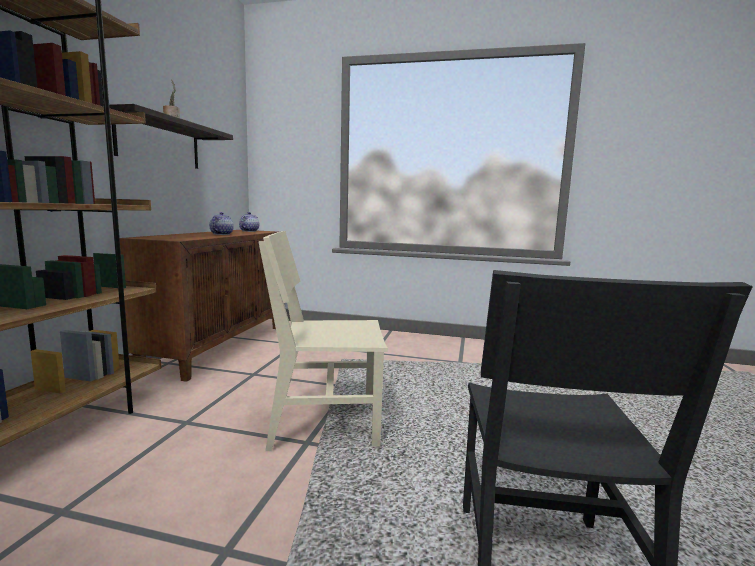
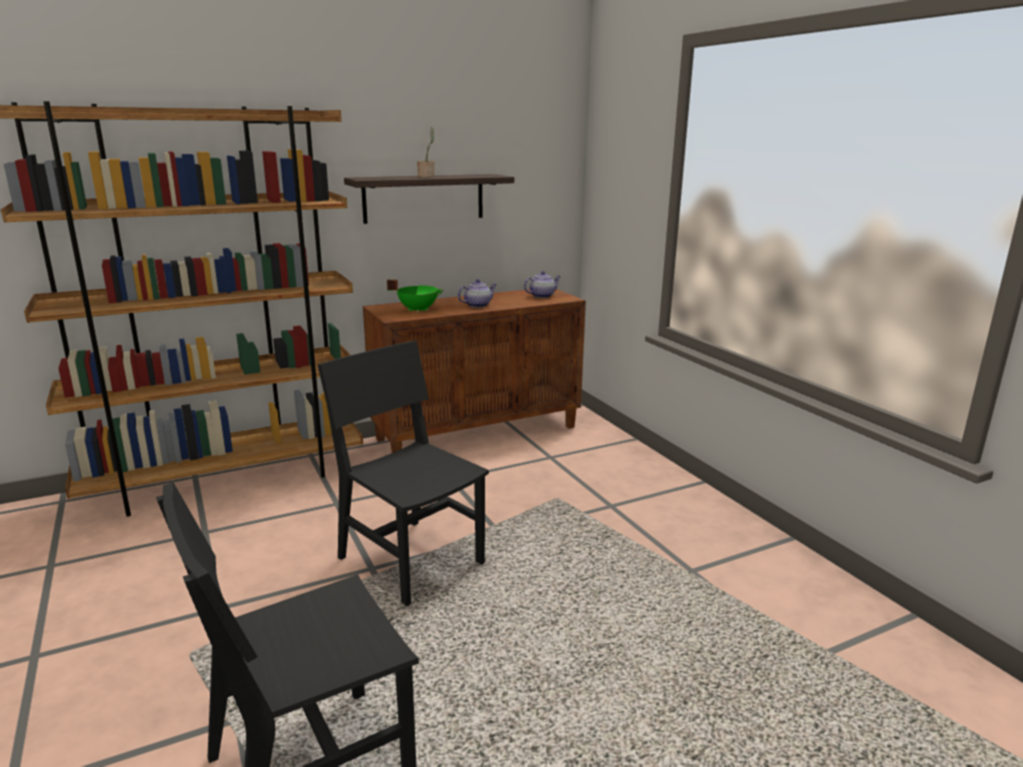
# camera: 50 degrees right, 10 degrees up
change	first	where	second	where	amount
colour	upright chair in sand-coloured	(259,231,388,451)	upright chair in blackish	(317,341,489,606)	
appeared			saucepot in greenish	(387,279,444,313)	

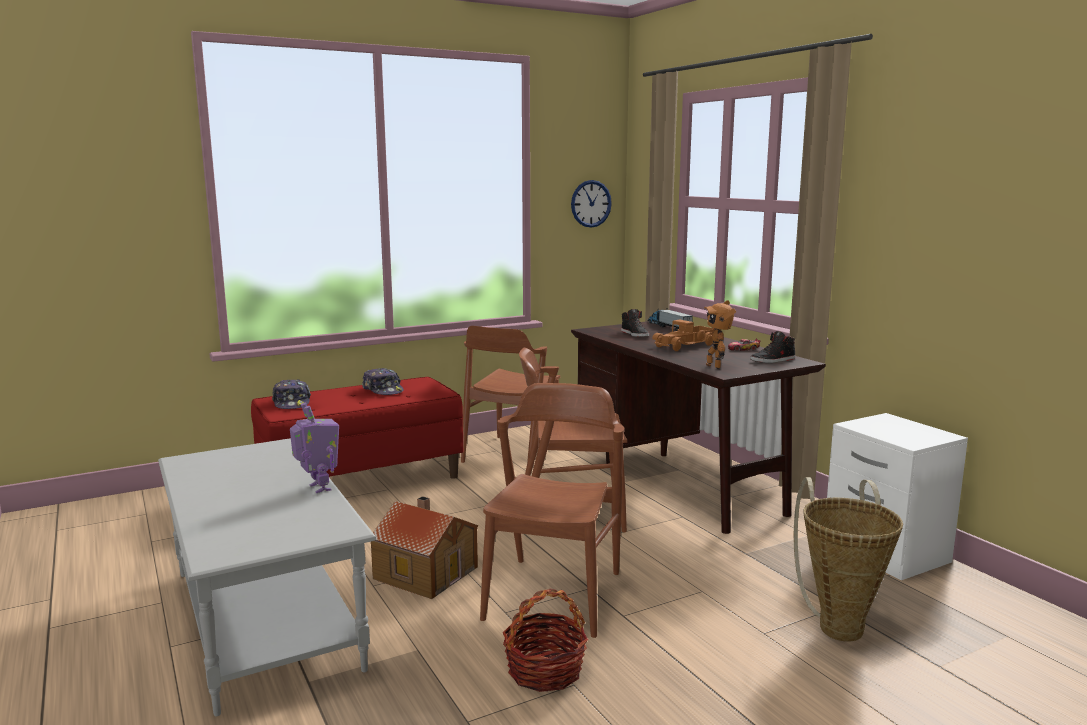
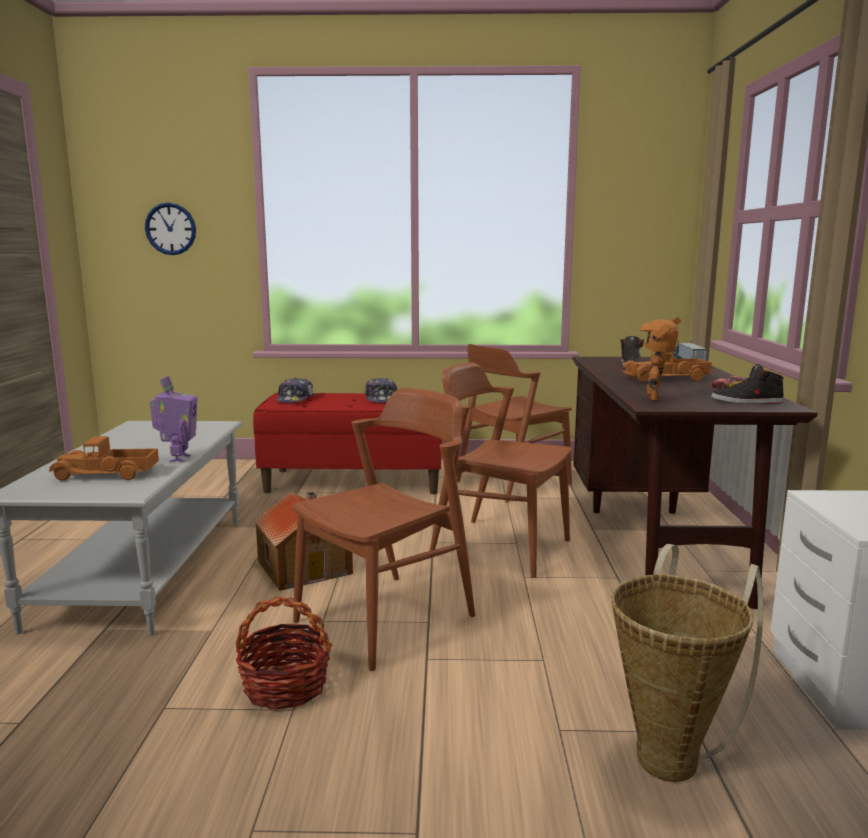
# camera: 30 degrees right, 0 degrees up
change	first	where	second	where	amount
relocated	hanging clock	(571,180,612,228)		(145,202,196,255)	
appeared			model truck	(49,436,159,480)	

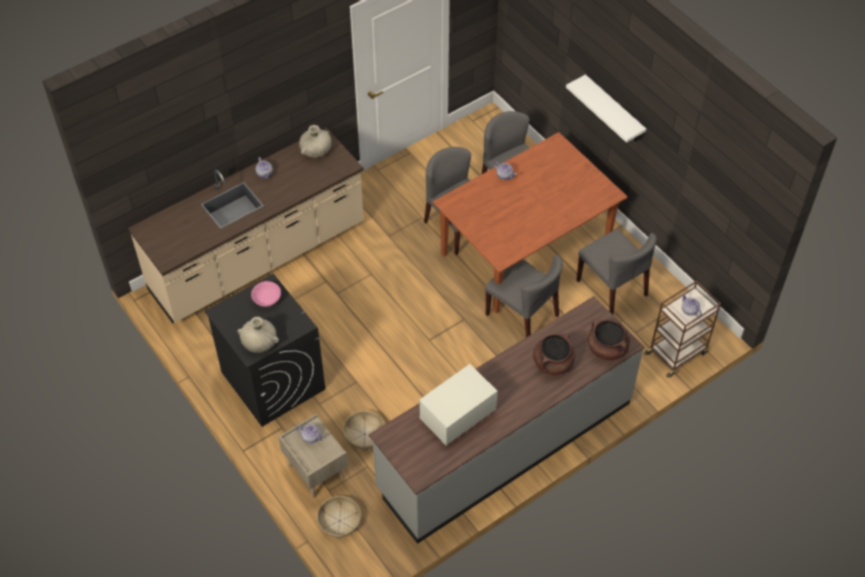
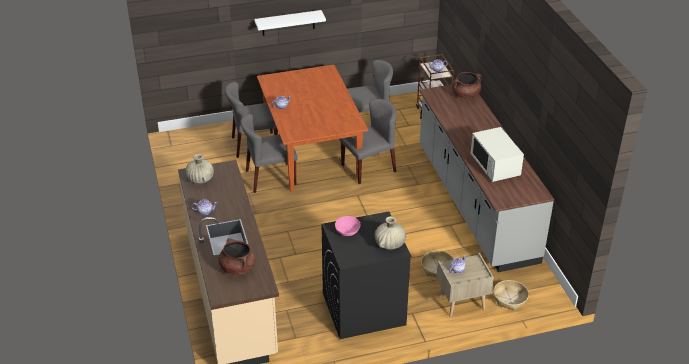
# camera: 70 degrees left, 15 degrees down
change	first	where	second	where	amount
relocated	saucepot in brown	(533,333,575,375)		(219,238,255,275)	

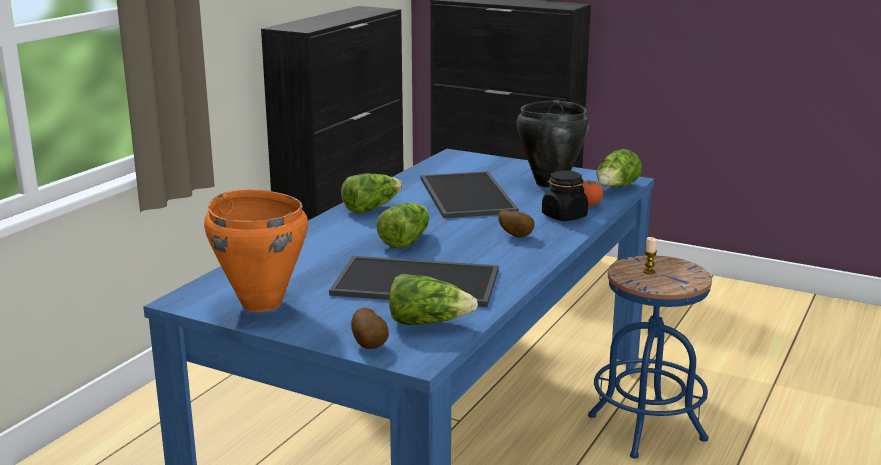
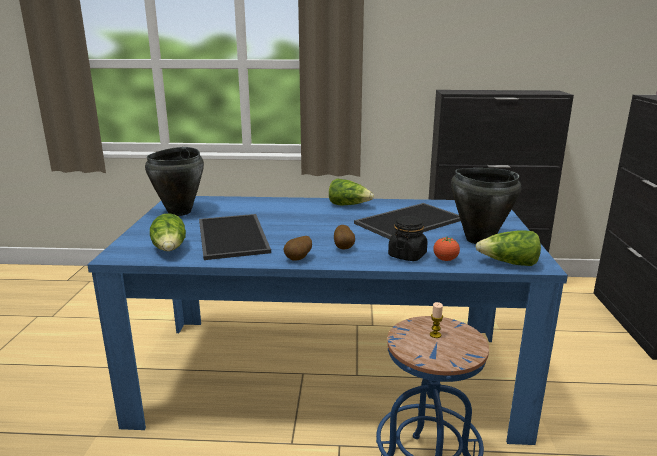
# camera: 65 degrees right, 0 degrees up
change	first	where	second	where	amount
colour	saucepot in orangey	(204,189,308,312)	saucepot in blackish	(145,147,204,216)	
missing	lettuce head	(376,203,429,249)			
relocated	whole potato	(351,308,389,349)		(284,236,312,261)	

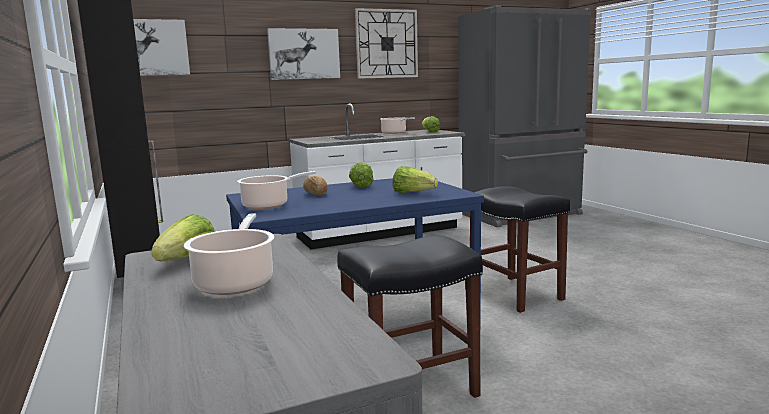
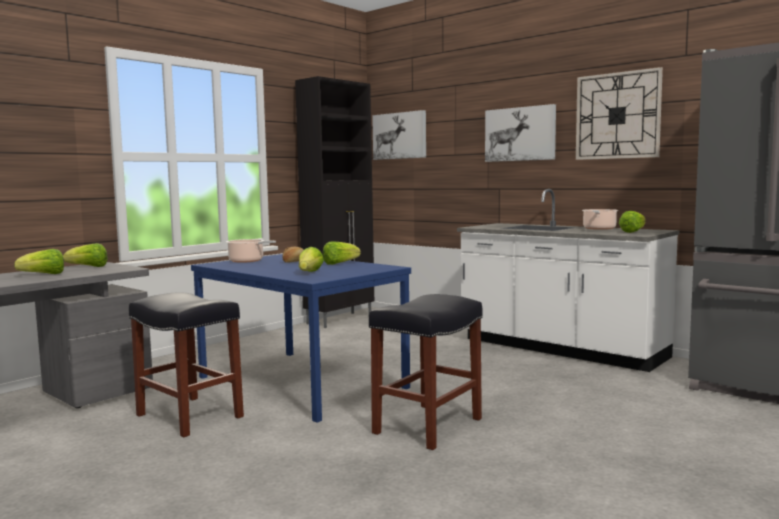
# camera: 65 degrees right, 5 degrees down
change	first	where	second	where	amount
exchanged	saucepot	(184,213,274,295)	lettuce head	(14,249,64,274)	

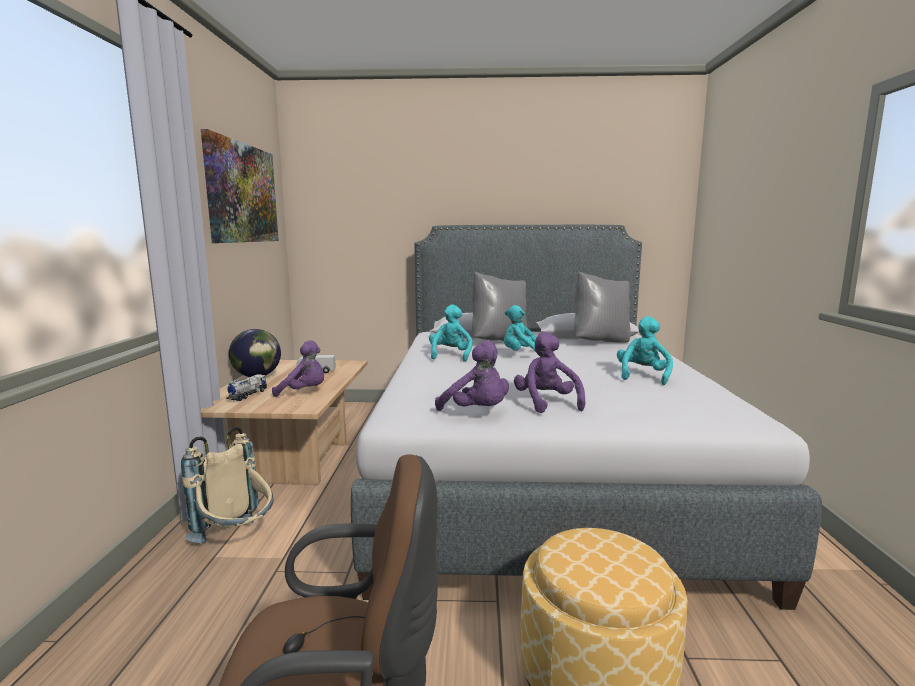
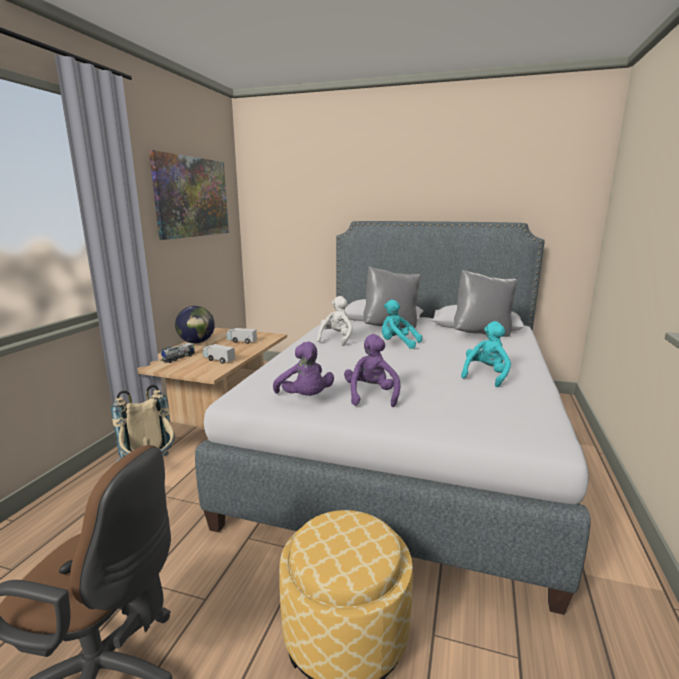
# camera: 15 degrees right, 5 degrees up
change	first	where	second	where	amount
colour	plush toy in blue-green	(429,305,472,362)	plush toy in white-coloured	(317,296,353,346)	
exchanged	plush toy in purple-coloured	(272,340,324,397)	model truck	(203,344,235,364)	

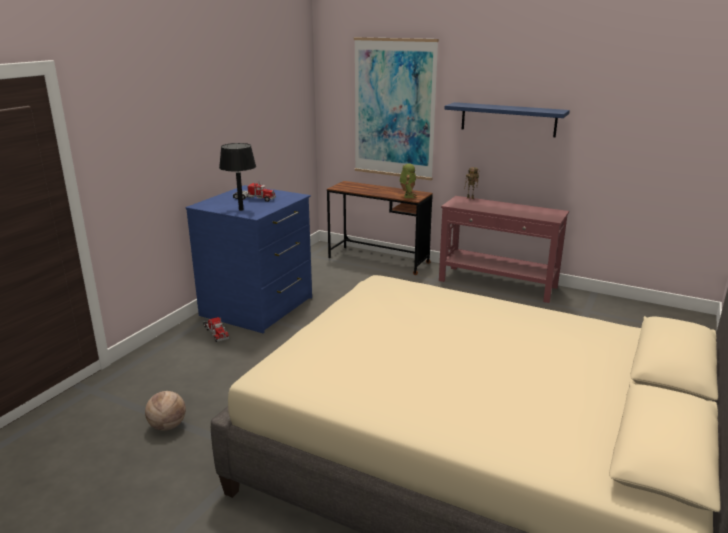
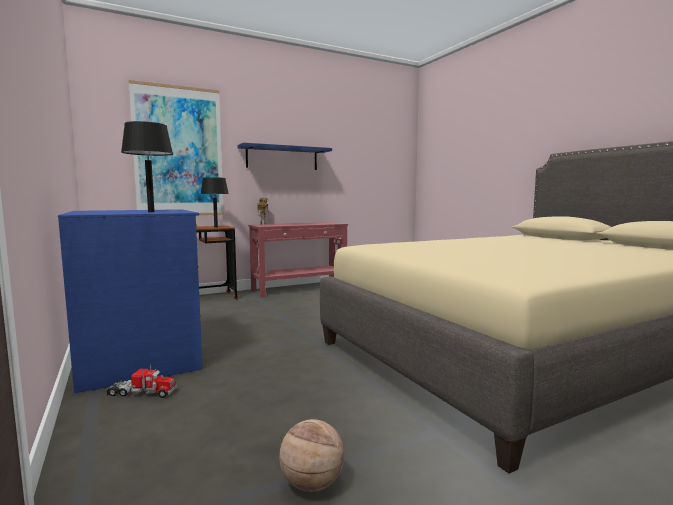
# camera: 55 degrees left, 15 degrees down
change	first	where	second	where	amount
exchanged	model robot	(400,163,417,198)	tabletop lamp in blackish	(201,177,229,227)	
missing	model truck	(233,182,276,202)			

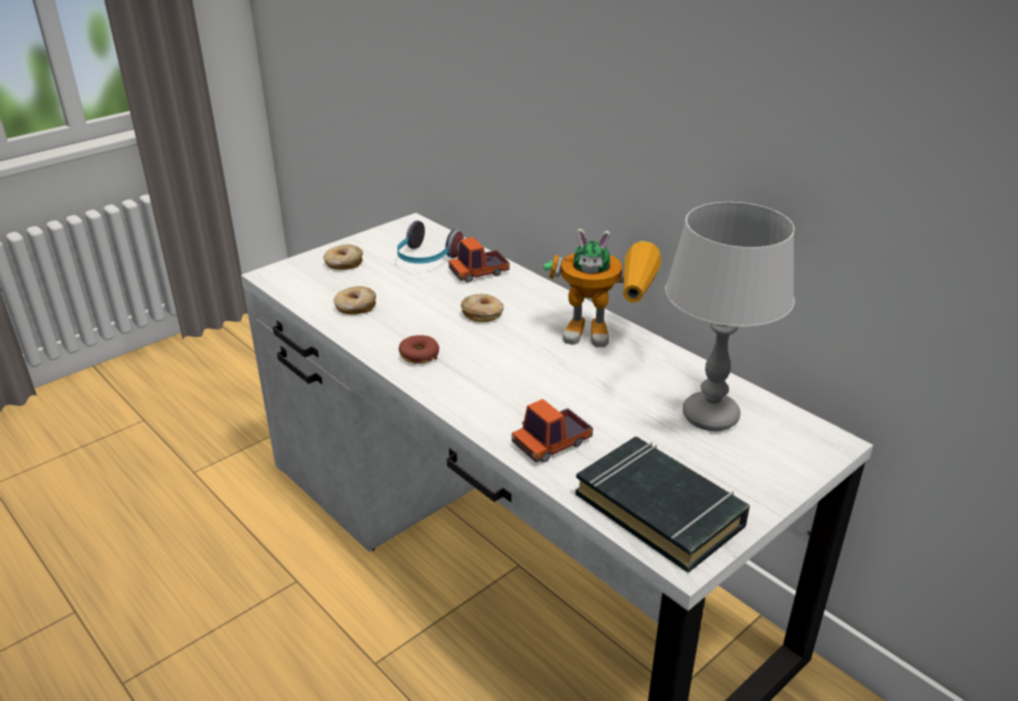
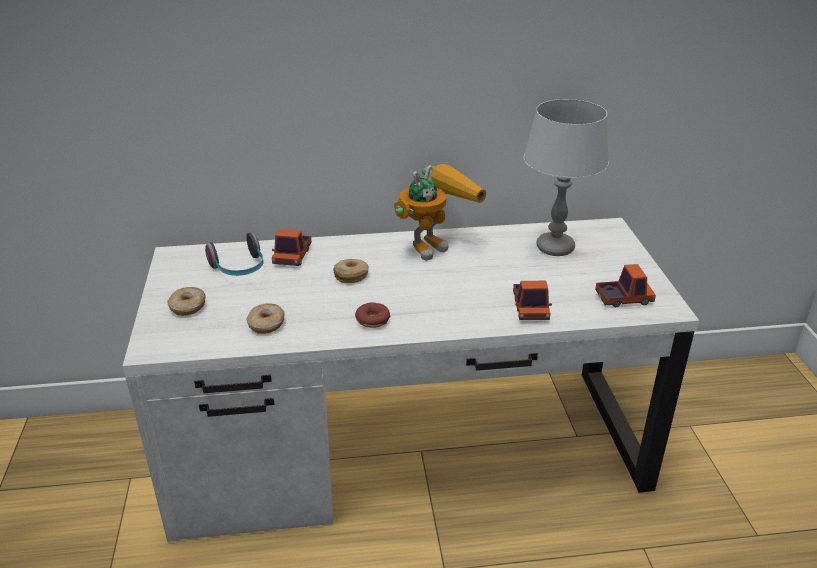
# camera: 55 degrees left, 0 degrees up
change	first	where	second	where	amount
exchanged	bound book in blackish	(575,437,750,573)	model truck	(595,264,656,307)	

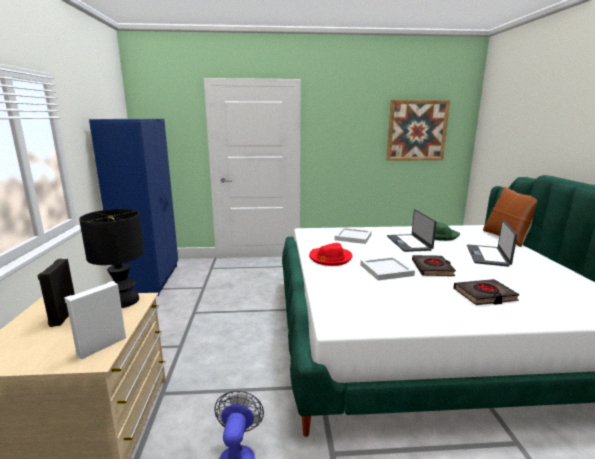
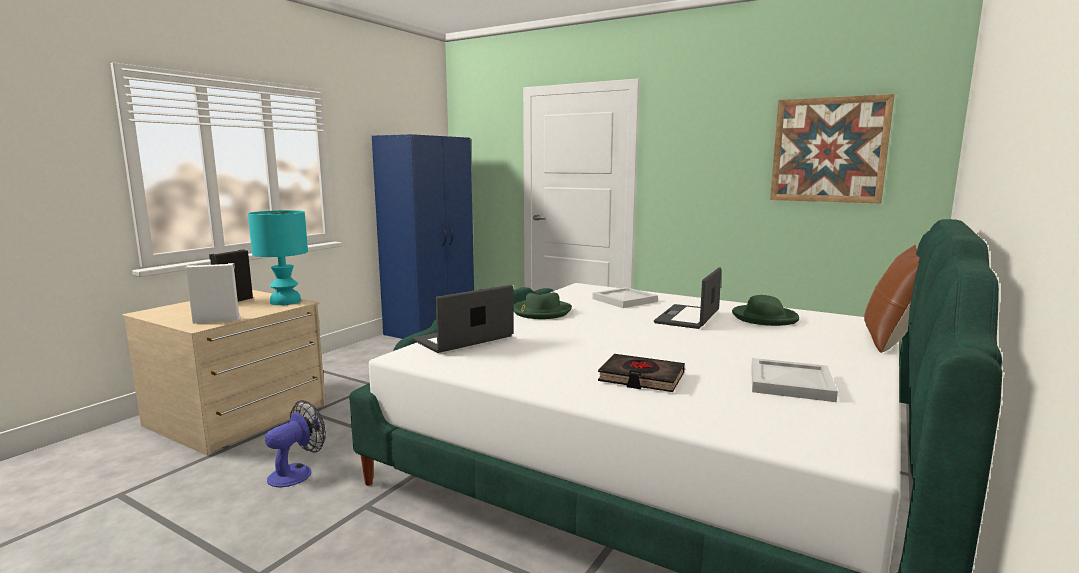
# camera: 35 degrees right, 5 degrees down
change	first	where	second	where	amount
colour	tabletop lamp in blackish	(79,209,144,308)	tabletop lamp in blue-green	(248,210,308,305)	
relocated	portable computer	(467,220,517,267)		(413,285,514,353)	
colour	wearable hat in red	(309,243,352,266)	wearable hat in greenish	(513,293,572,319)	
missing	bound book in blackish	(412,255,456,276)			
relocated	tray in white-coloured	(360,256,415,280)		(751,358,838,402)	

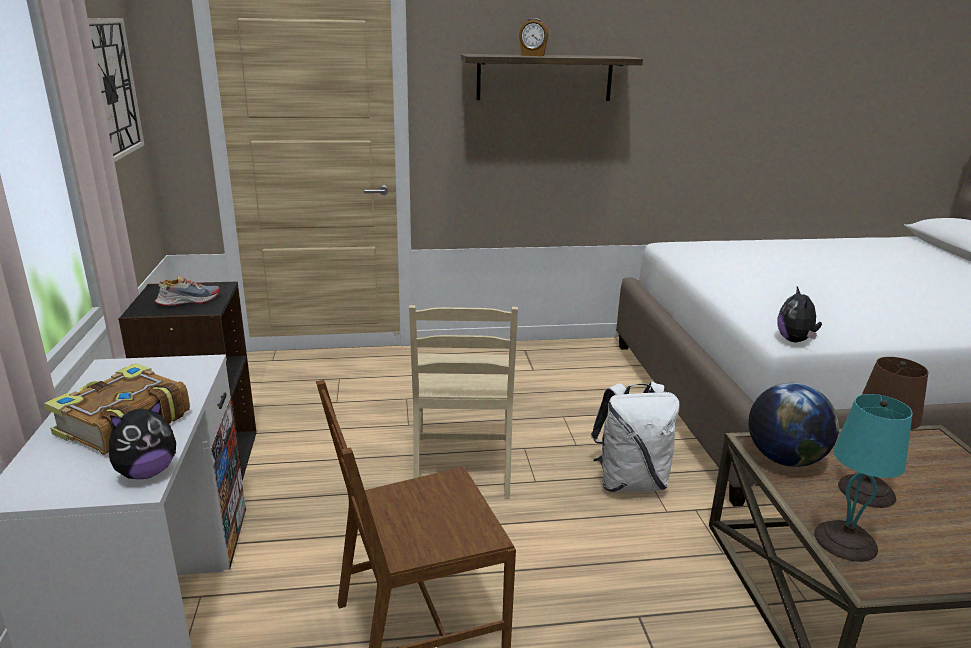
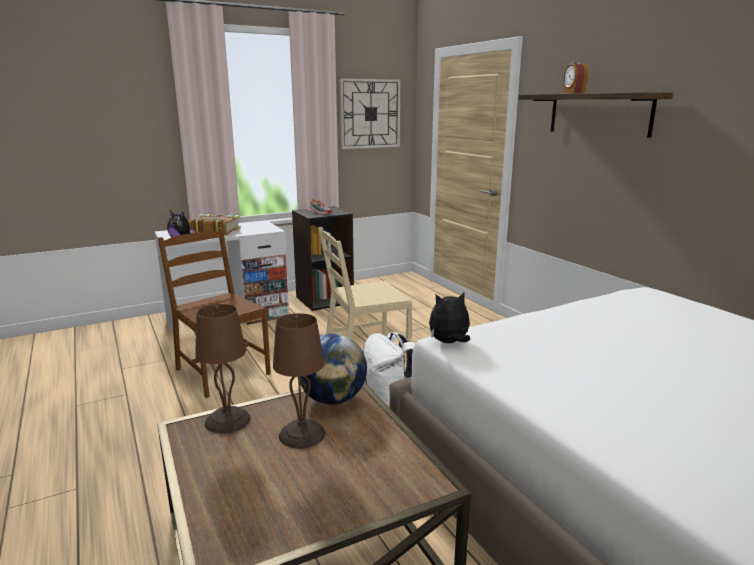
# camera: 70 degrees right, 5 degrees down
change	first	where	second	where	amount
colour	tabletop lamp in blue-green	(814,394,913,562)	tabletop lamp in brown	(195,304,251,434)	

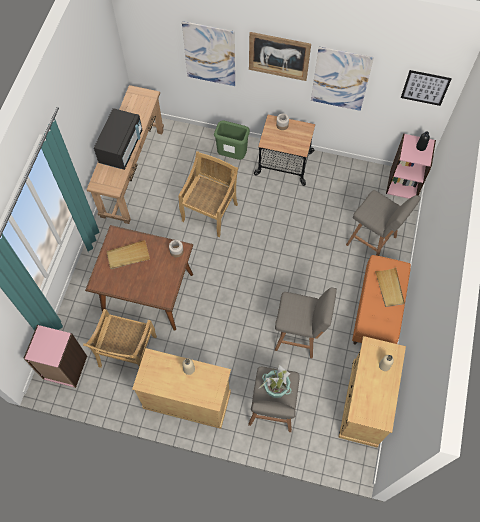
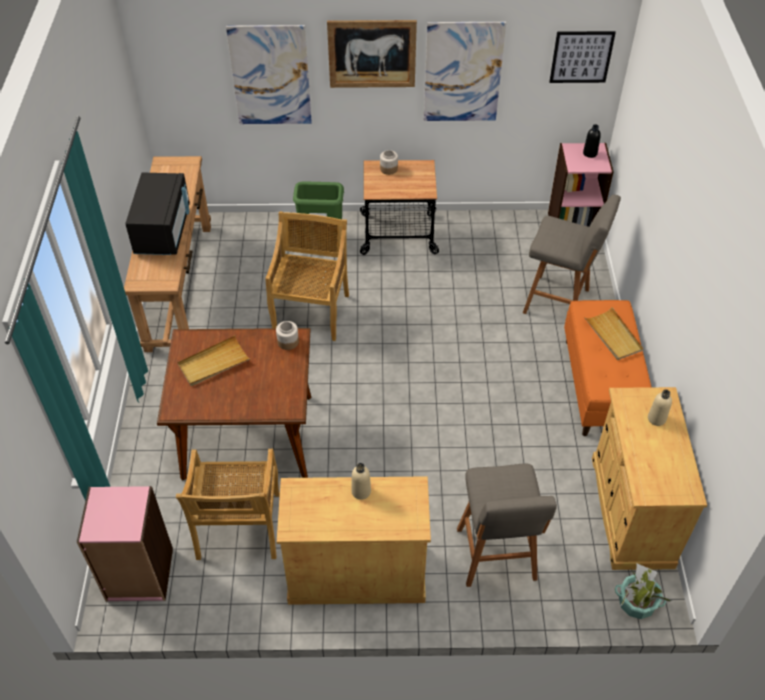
# camera: 15 degrees left, 15 degrees down
change	first	where	second	where	amount
missing	sitting stool in grey	(275,288,337,358)			
relocated	houseplant	(258,365,292,398)		(615,564,672,619)	

